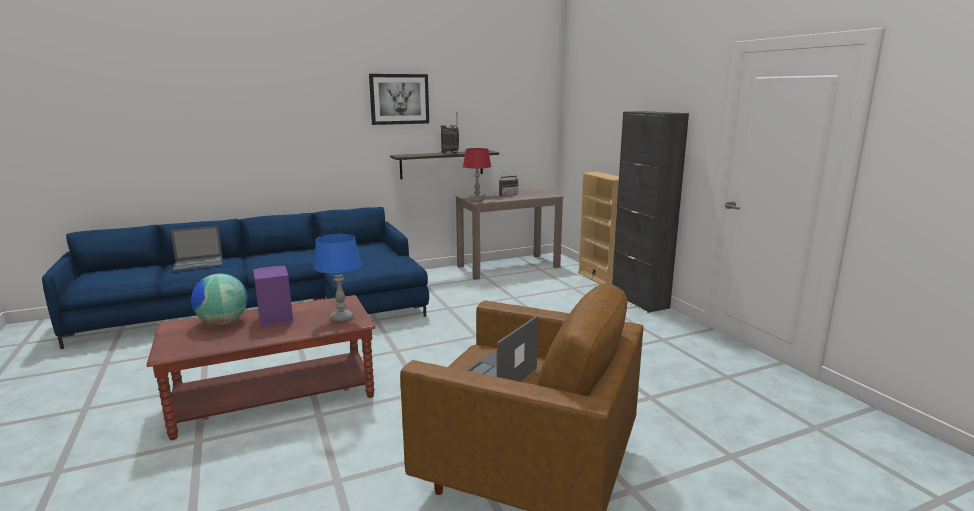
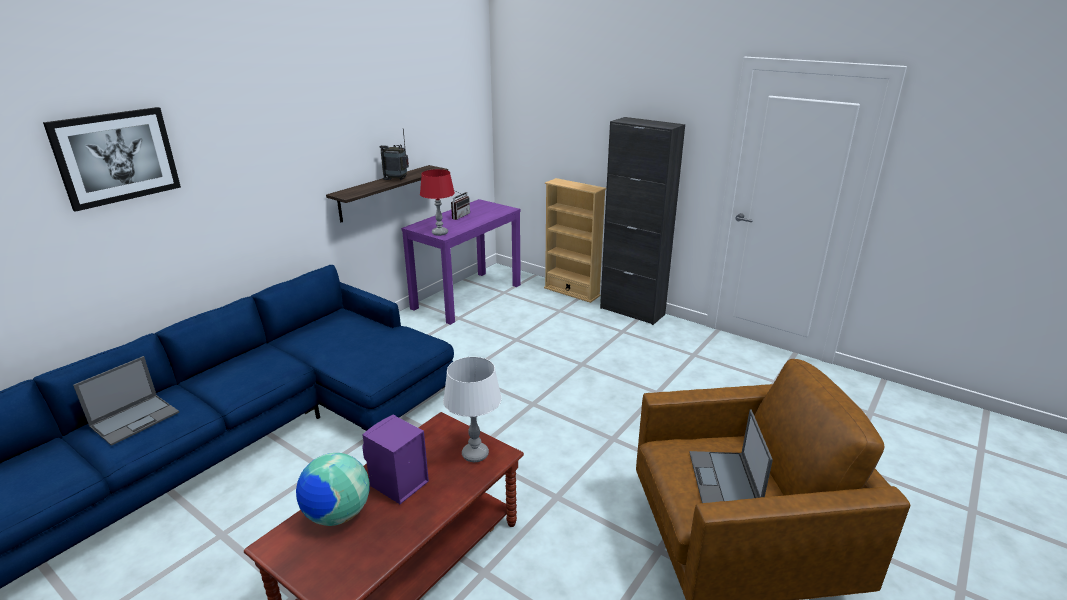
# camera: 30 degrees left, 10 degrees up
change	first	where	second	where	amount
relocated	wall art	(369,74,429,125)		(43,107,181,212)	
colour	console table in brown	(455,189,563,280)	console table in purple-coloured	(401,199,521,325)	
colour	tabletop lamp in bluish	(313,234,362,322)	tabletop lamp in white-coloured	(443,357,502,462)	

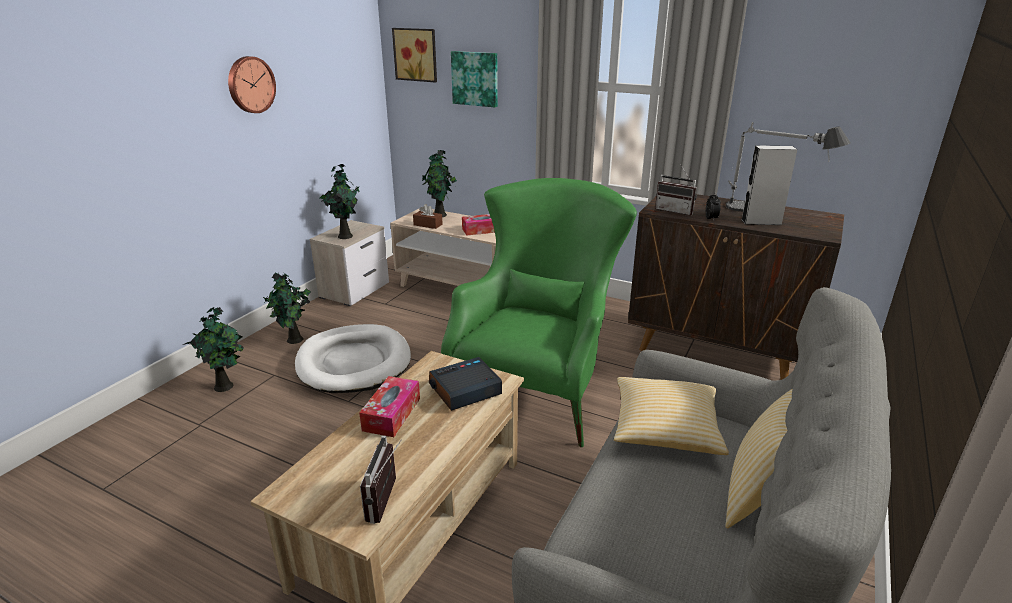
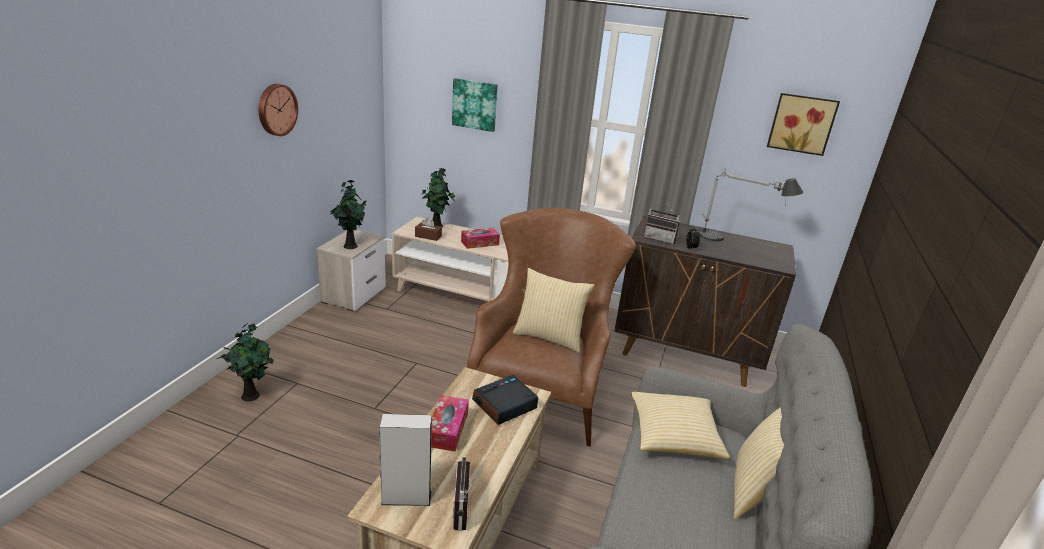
# camera: 10 degrees left, 0 degrees up
change	first	where	second	where	amount
relocated	wall art	(392,28,437,82)		(767,93,840,156)	
relocated	speaker in grey	(741,145,797,225)		(379,414,432,506)	
colour	lounge chair in greenish	(441,178,637,447)	lounge chair in brown	(467,208,636,447)	
missing	houseplant	(264,272,311,344)			
missing	pet bed in white-coloured	(295,324,411,393)			
appeared			pillow	(513,268,595,353)	

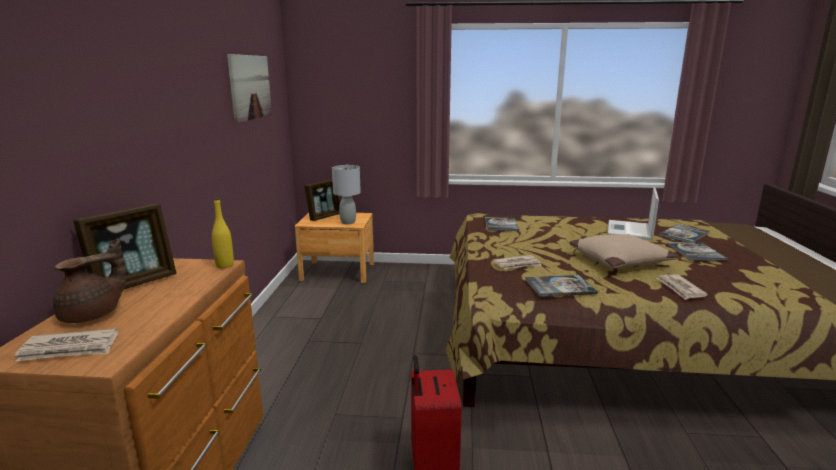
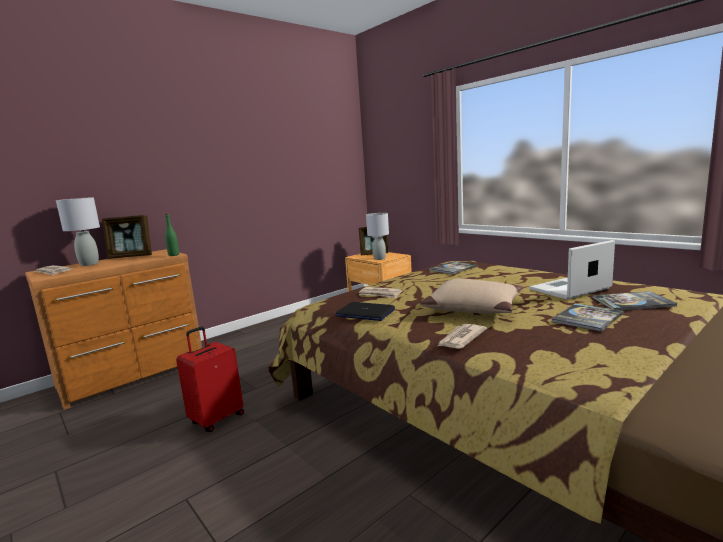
# camera: 45 degrees right, 5 degrees down
change	first	where	second	where	amount
missing	wall art	(227,54,272,123)			
colour	drink bottle in yellow	(212,198,234,268)	drink bottle in greenish	(165,214,179,256)	
exchanged	pot for tea in brown	(53,238,126,323)	tabletop lamp in grey	(56,197,100,266)	
exchanged	bound book	(525,275,598,297)	portable computer	(335,302,395,321)	

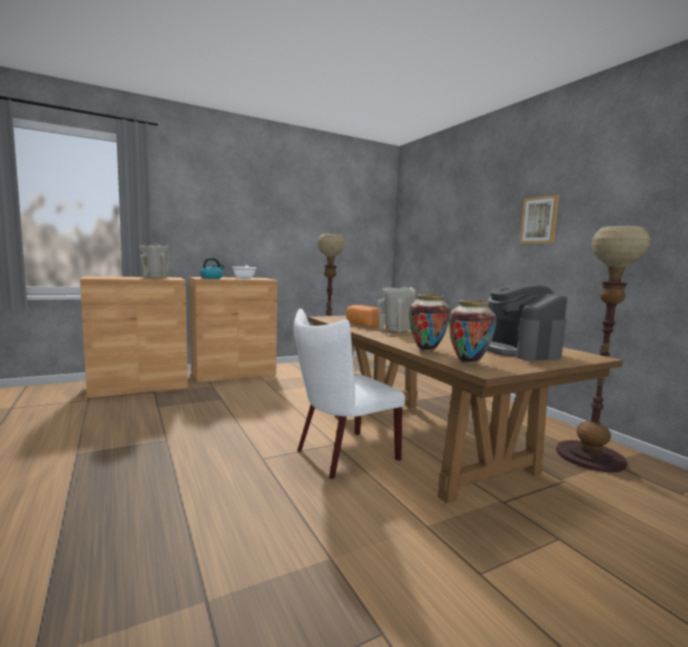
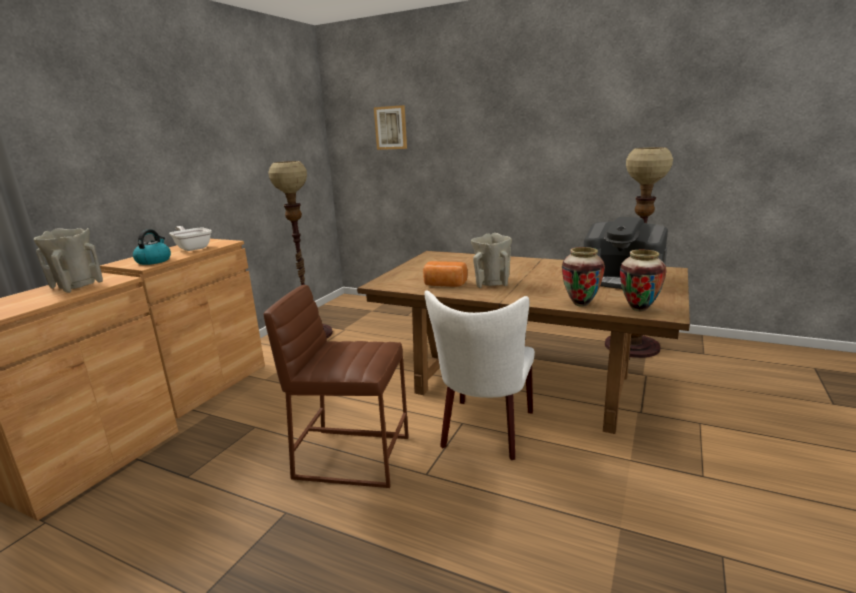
# camera: 35 degrees left, 10 degrees up
change	first	where	second	where	amount
relocated	wall art	(520,195,559,244)		(374,105,407,150)	
appeared			sitting stool in brown	(263,285,409,488)	

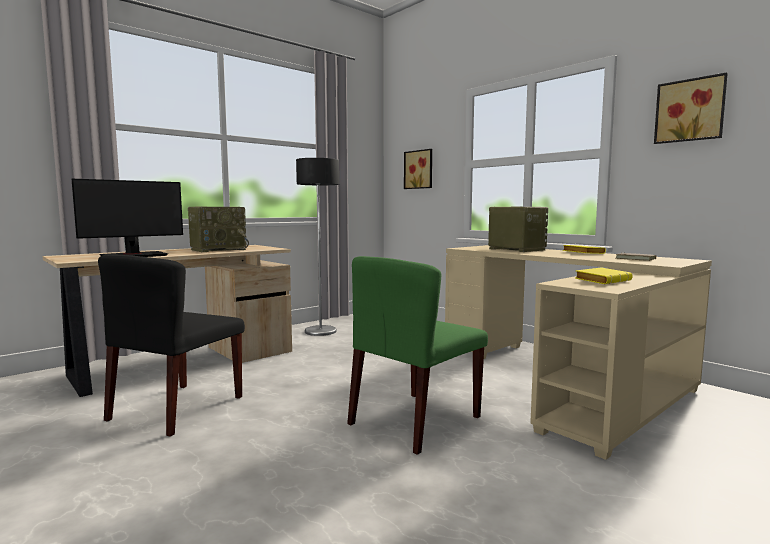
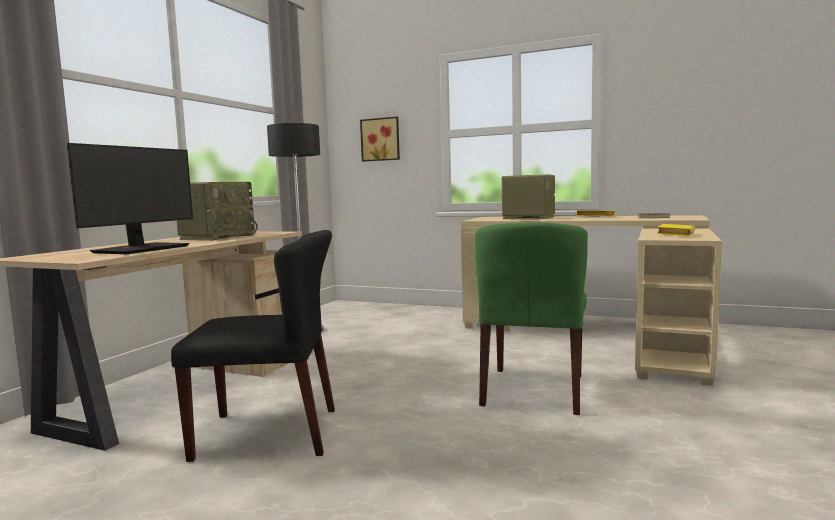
# camera: 25 degrees left, 0 degrees up
change	first	where	second	where	amount
missing	wall art	(654,73,728,144)			
spun	upright chair in blackish	(98,255,245,437)		(171,230,335,462)	90 degrees counterclockwise

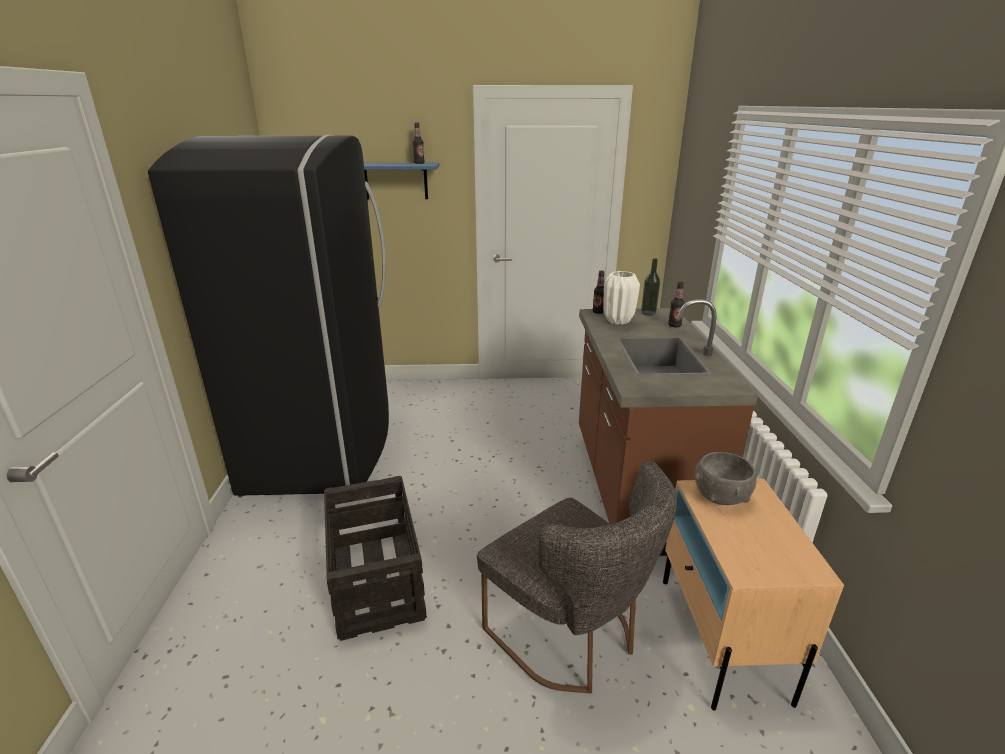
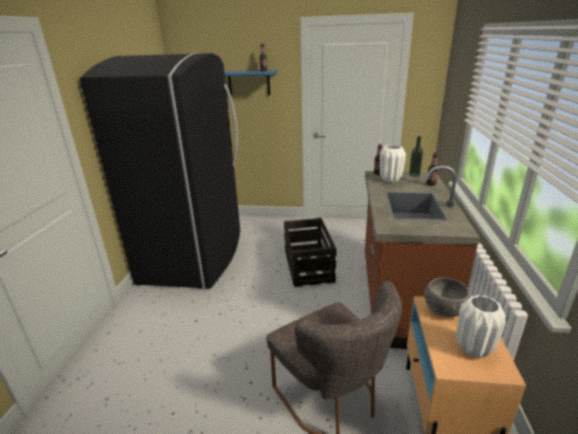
# camera: 10 degrees right, 0 degrees up
change	first	where	second	where	amount
relocated	shipping crate	(324,476,427,641)		(284,218,337,287)	
appeared			decorative vase in white-coloured	(456,295,506,358)	

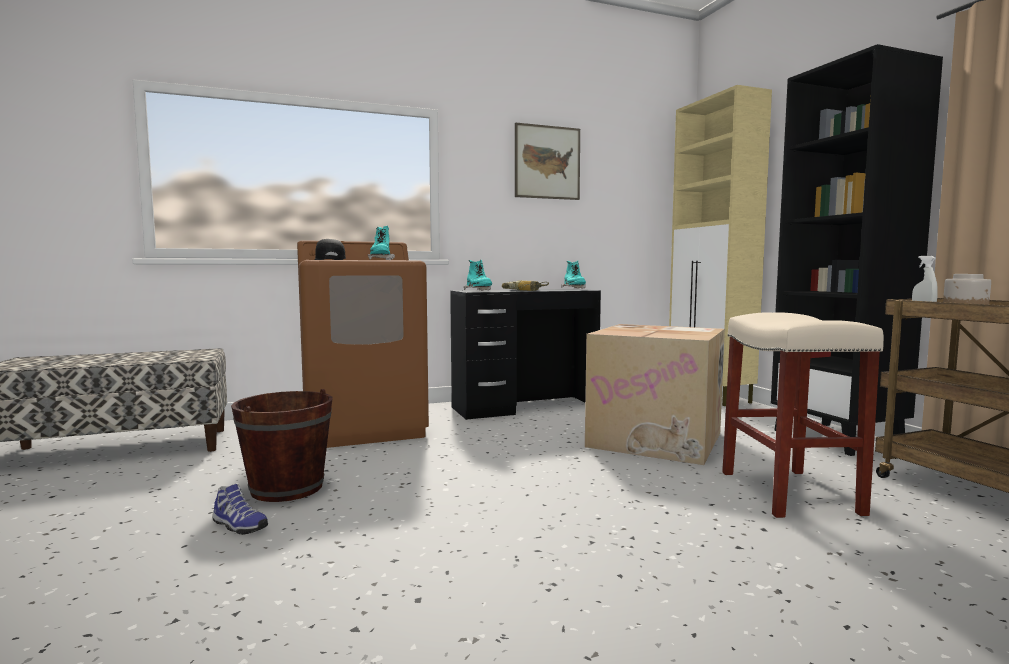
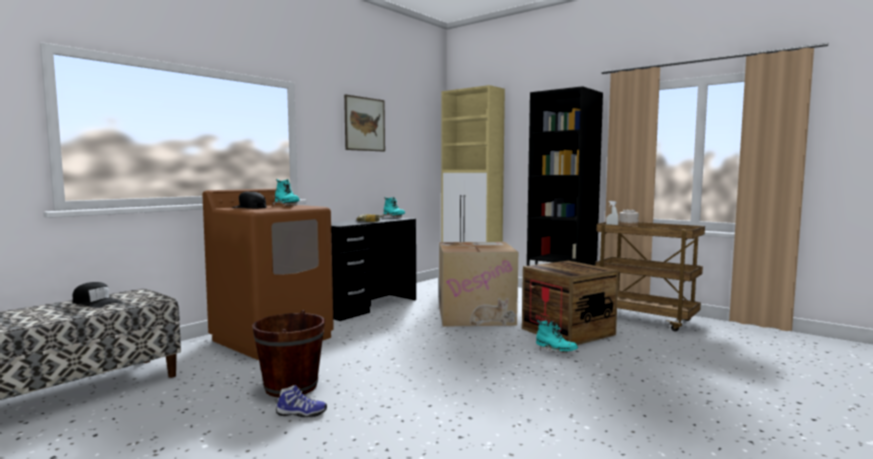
# camera: 30 degrees left, 0 degrees up
change	first	where	second	where	amount
relocated	tall boot in blue-green	(464,260,492,291)		(536,320,578,353)	
exchanged	sitting stool in sand-coloured	(722,312,884,518)	shipping crate	(522,261,619,345)	
appeared			cap in blackish	(73,282,121,308)	

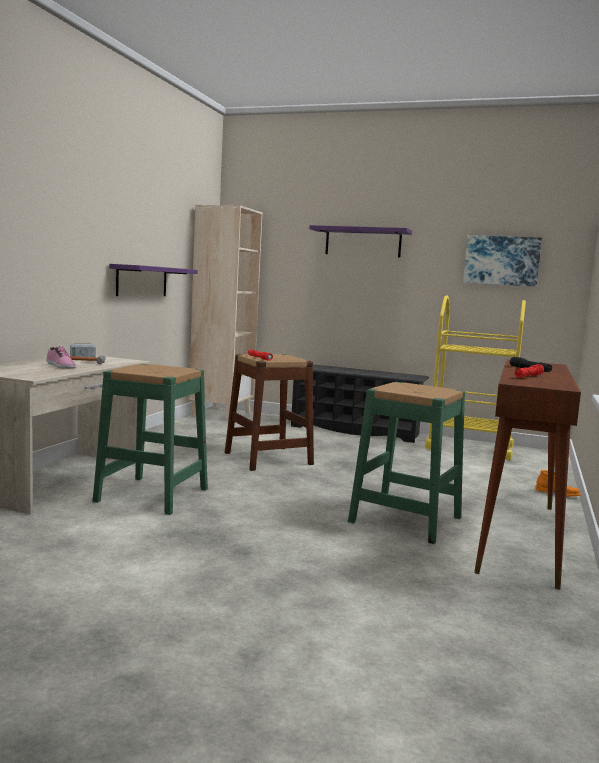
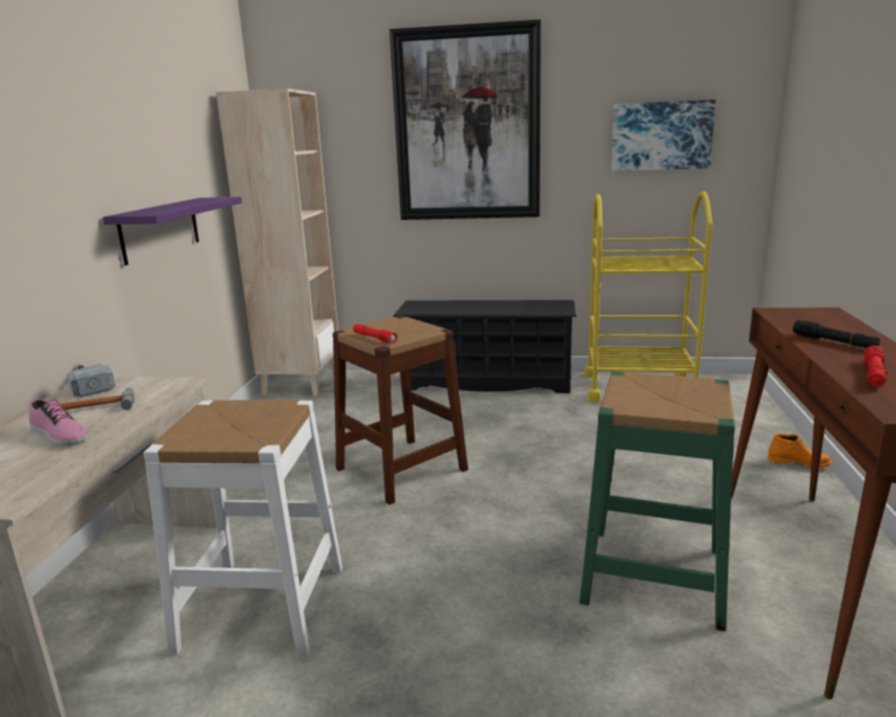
# camera: 10 degrees left, 10 degrees up
change	first	where	second	where	amount
exchanged	bracket shelf in purple-coloured	(309,225,412,257)	wall art	(389,19,541,220)	
colour	sitting stool in greenish	(92,364,208,515)	sitting stool in white-coloured	(144,400,343,660)	

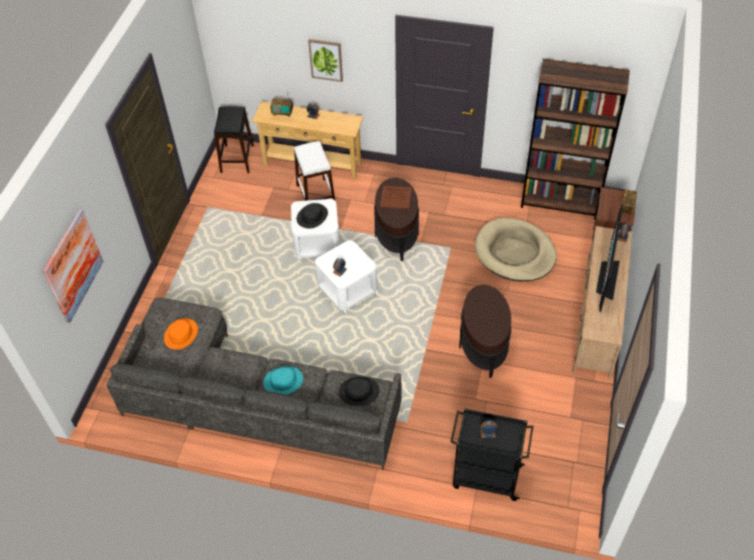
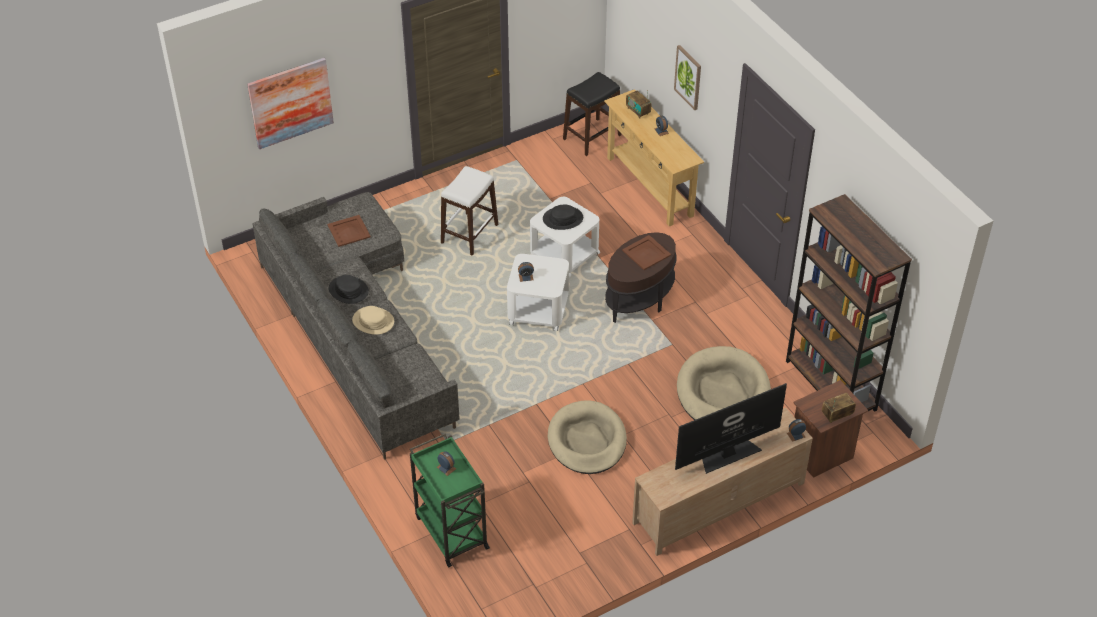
# camera: 45 degrees right, 5 degrees down
change	first	where	second	where	amount
relocated	sitting stool in white-coloured	(294,141,335,201)		(441,166,498,256)	
exchanged	accent table in brown	(459,285,511,378)	pet bed in sand-coloured	(548,400,627,474)	
exchanged	wearable hat in orangey	(164,318,198,350)	tray in brown	(327,215,371,247)	
colour	wearable hat in blue-green	(263,366,303,394)	wearable hat in sand-coloured	(352,306,394,335)	
relocated	wearable hat in blackish	(339,377,379,406)		(329,275,369,304)	
colour	trolley in blackish	(451,408,534,501)	trolley in greenish	(410,434,490,567)	

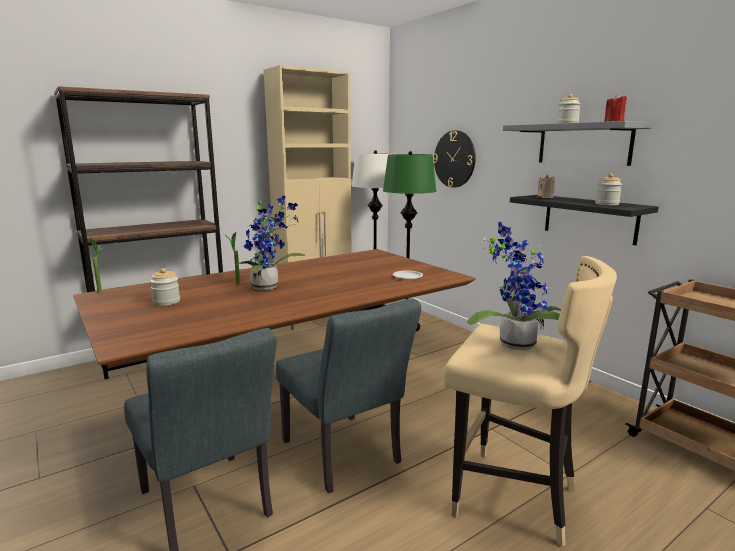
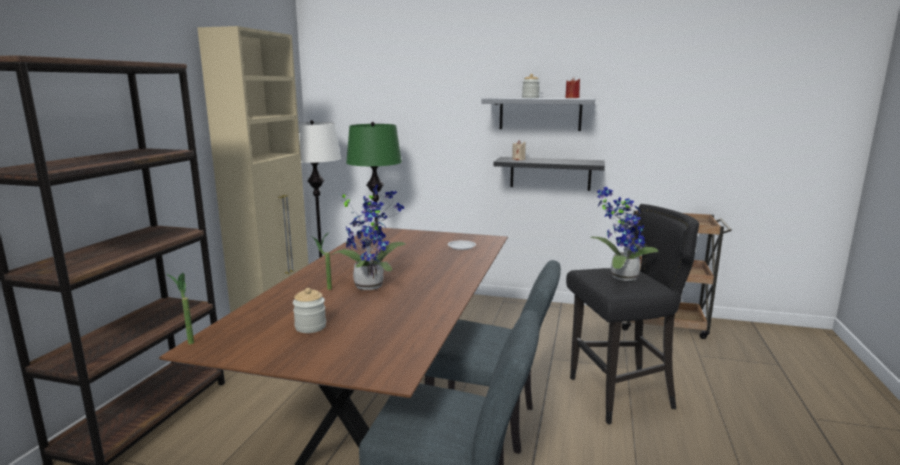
# camera: 40 degrees left, 0 degrees up
change	first	where	second	where	amount
missing	hanging clock	(433,130,476,188)			
missing	storage jar	(595,173,622,205)			
colour	sitting stool in sand-coloured	(443,256,617,547)	sitting stool in blackish	(566,204,699,424)	

